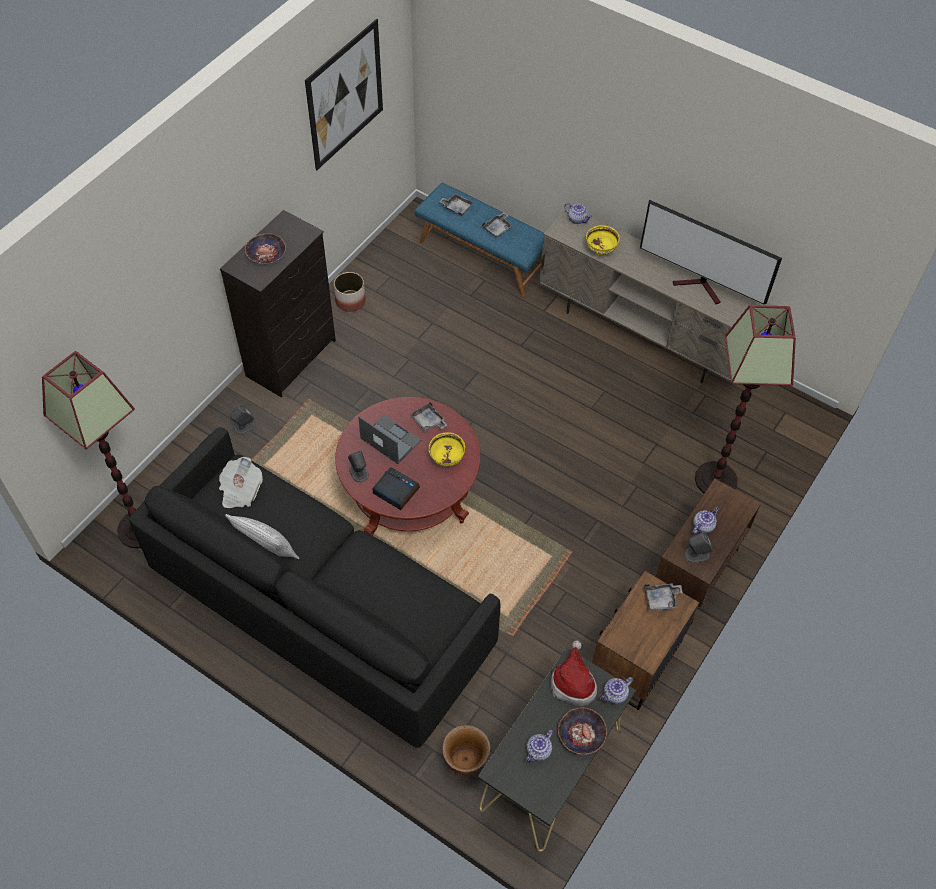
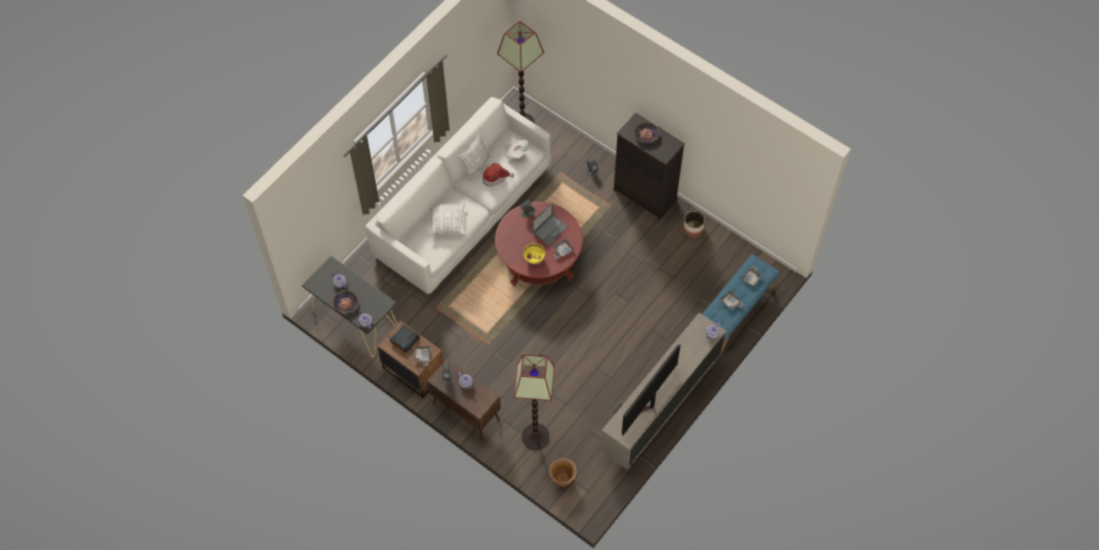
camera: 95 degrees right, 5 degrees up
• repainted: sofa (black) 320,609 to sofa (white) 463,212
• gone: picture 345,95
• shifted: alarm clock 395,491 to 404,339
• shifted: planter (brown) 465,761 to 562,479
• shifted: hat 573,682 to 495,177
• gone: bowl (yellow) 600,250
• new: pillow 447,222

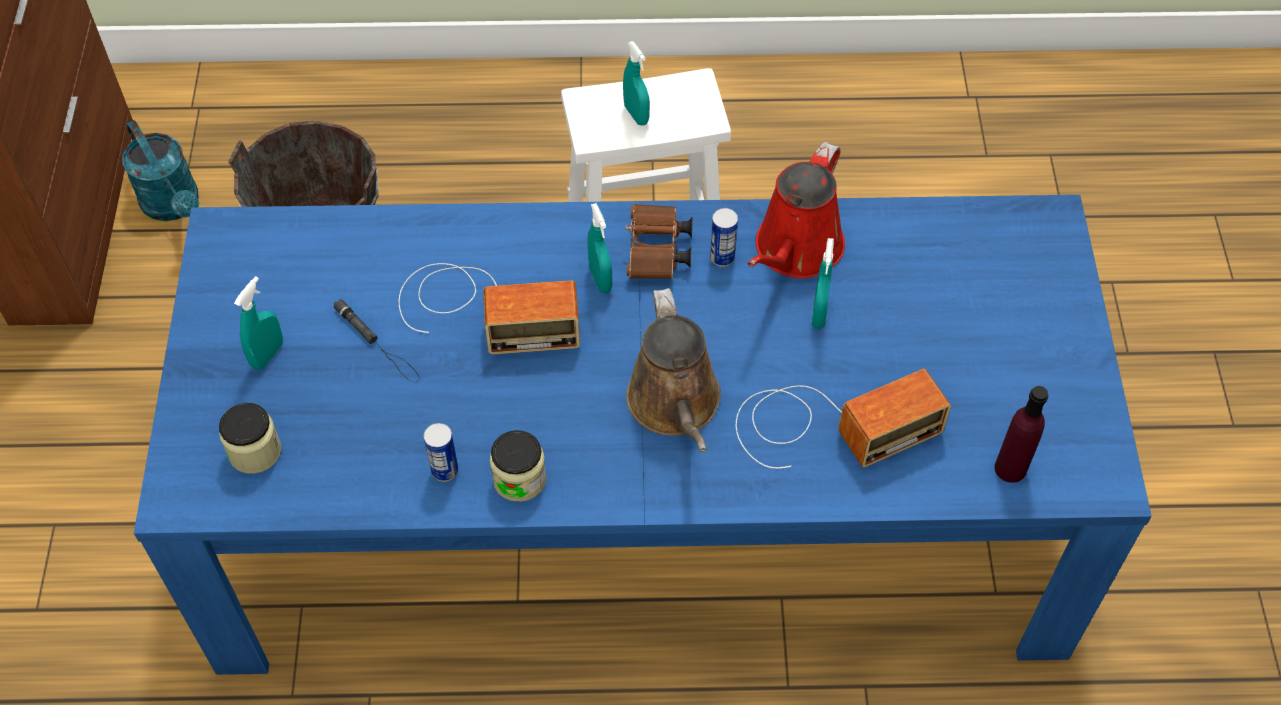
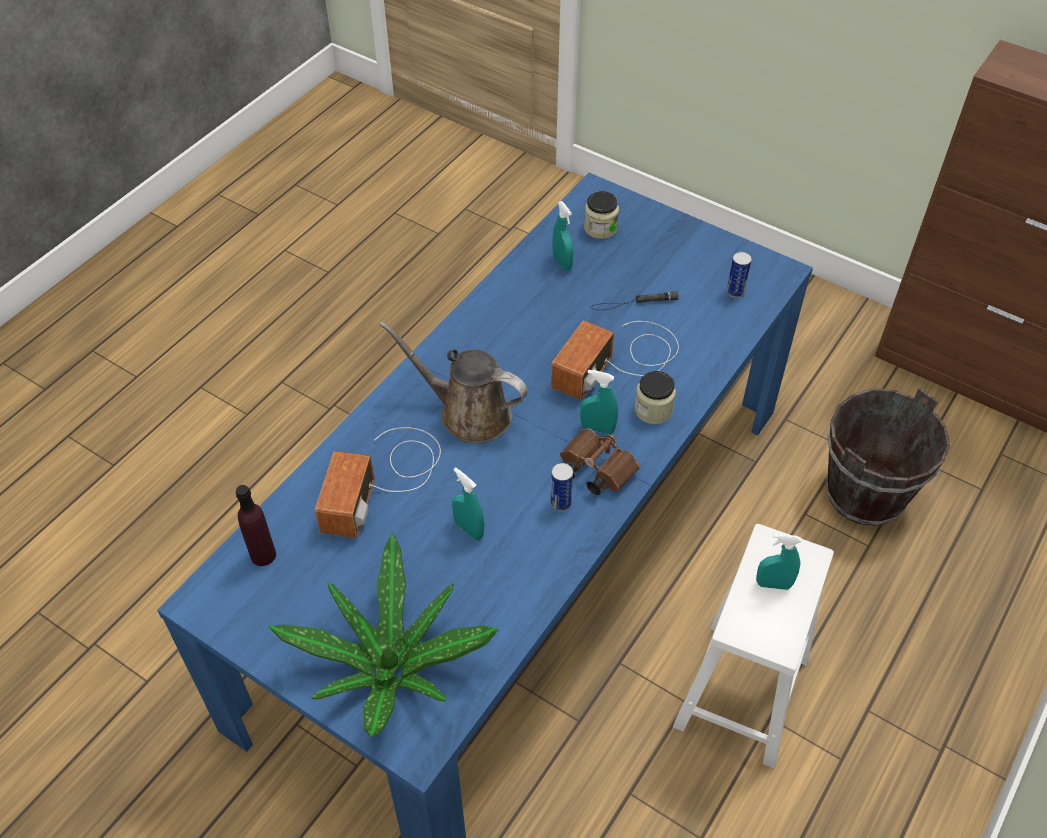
camera: 125 degrees right, 5 degrees down
• gone: watering can (turquoise) 175,206
• shifted: spray bottle (turquoise) 267,355 to 562,262
• shifted: can 445,471 to 735,292
• shifted: jar 519,479 to 653,410
• gone: watering can (red) 795,251
• new: potted plant 390,666

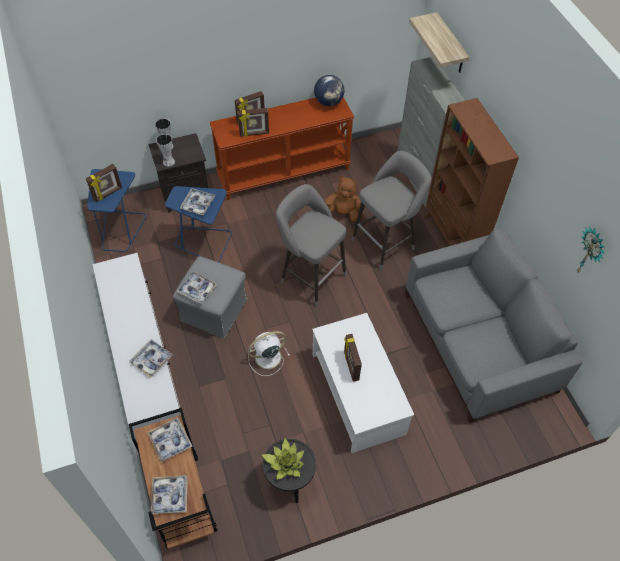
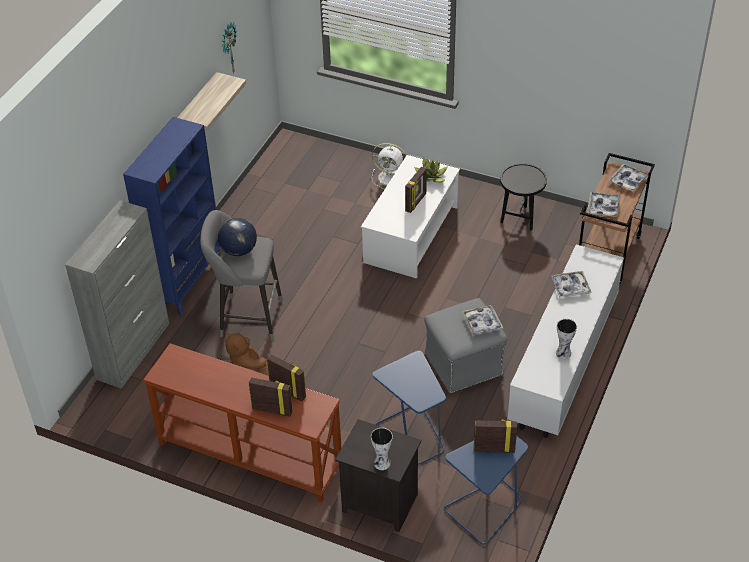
camera: 135 degrees left, 10 degrees down
• shifted: vase 168,162 to 564,353
• gone: tray 198,204
• shifted: fan (white) 266,357 to 391,178
• shifted: potted plant 285,463 to 431,177
• gone: stool (grey) 310,277
• shifted: globe 328,102 to 239,250
• gone: sofa (grey) 477,342
• shifted: shelf 450,45 to 198,106
• repainted: bookcase (brown) 451,239 to bookcase (blue) 188,283

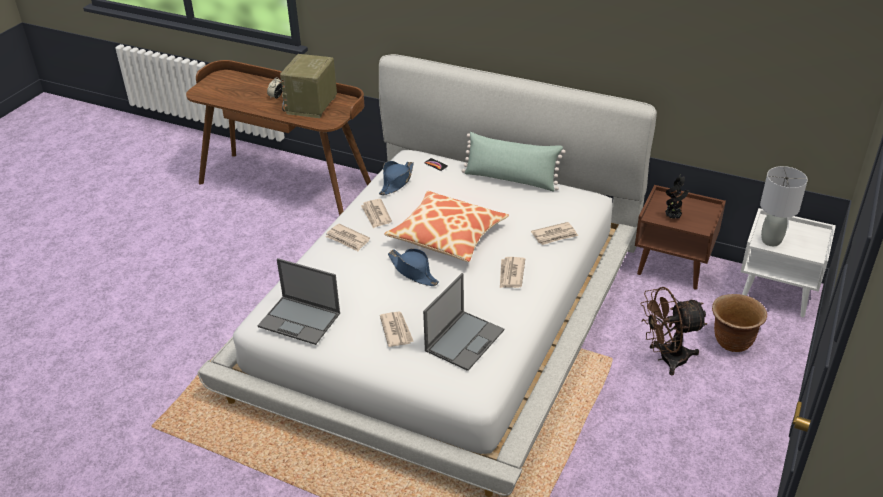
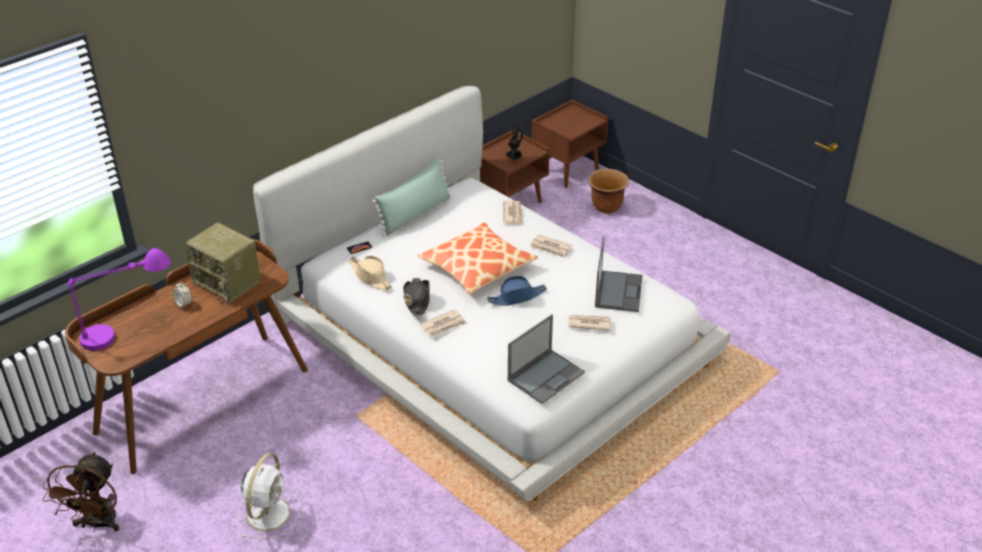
camera: 70 degrees left, 0 degrees up
• swapped: newspaper 376,215 to hat (black) 417,300
• repainted: hat (blue) 396,182 to hat (beige) 370,277
• rotated: laptop 465,339 = 618,291 45 degrees clockwise
• shifted: fan (brown) 666,359 to 97,524
• repainted: nightstand (white) 776,293 to nightstand (brown) 567,170
• gone: table lamp (grey) 770,240
• new: table lamp (purple) 128,331
• new: fan (white) 269,512

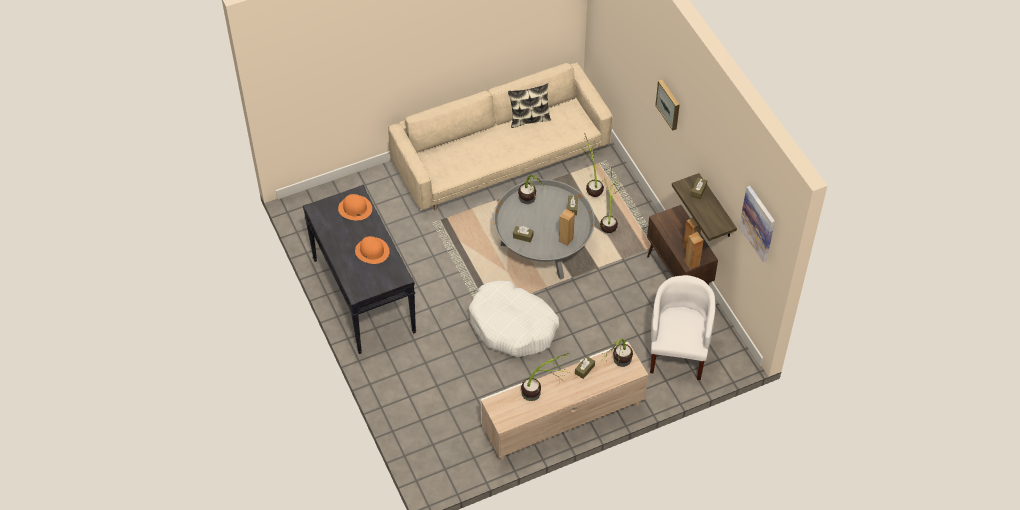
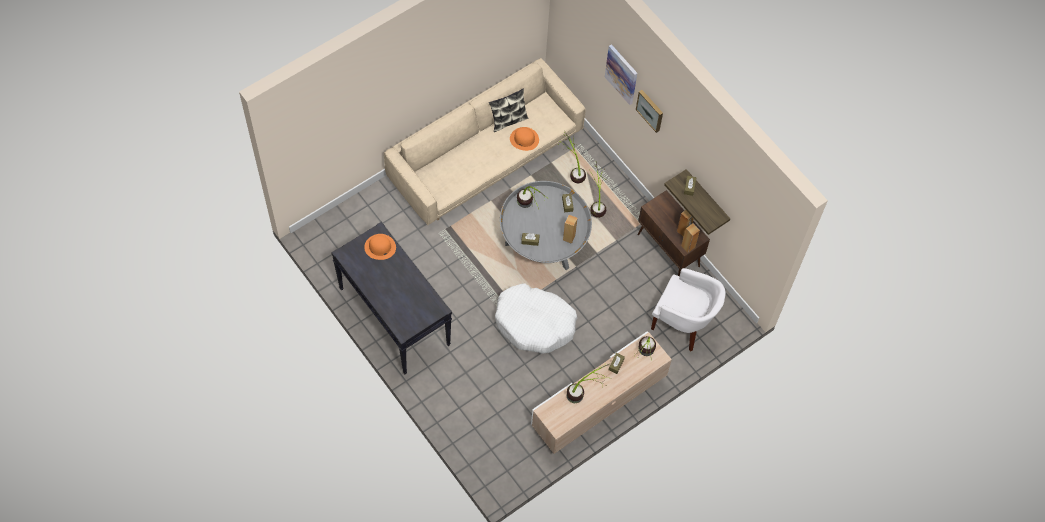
camera: 15 degrees left, 10 degrees up
• shifted: hat (orange) 372,251 to 524,139
• rotated: armchair (white) 678,352 = 683,322 120 degrees clockwise
• shifted: picture 758,223 to 622,74

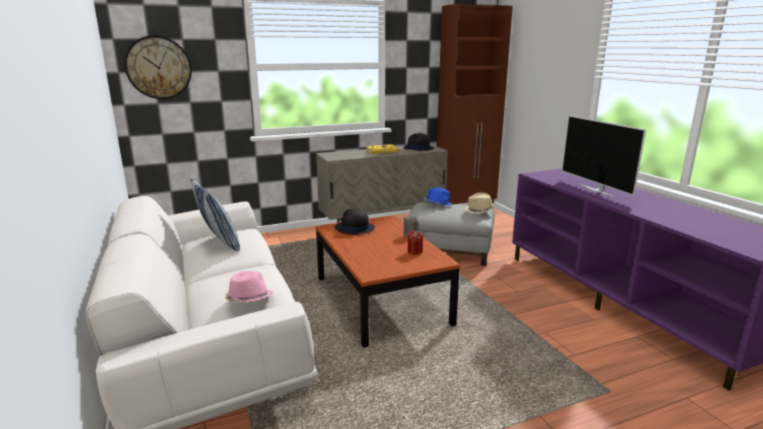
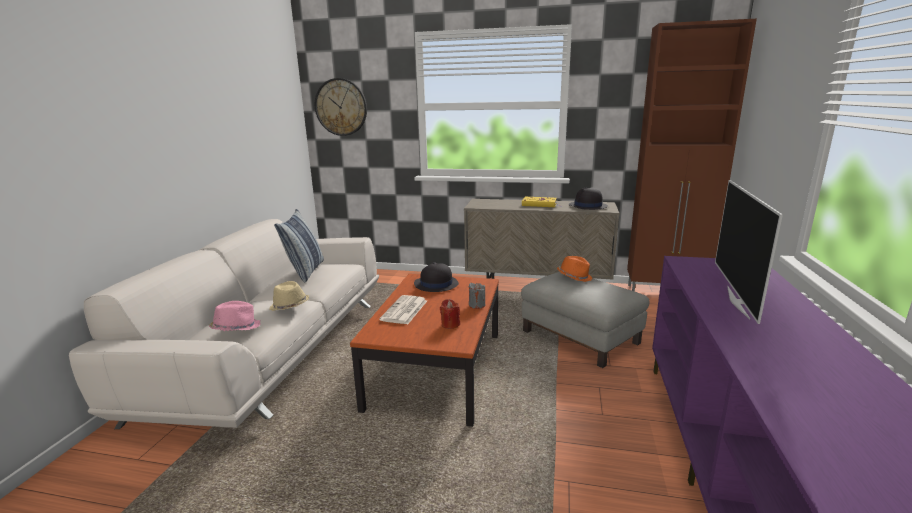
camera: 35 degrees right, 0 degrees up
• repainted: hat (blue) 437,204 to hat (orange) 574,277
• shifted: hat (beige) 479,211 to 289,307
• new: newspaper 404,311

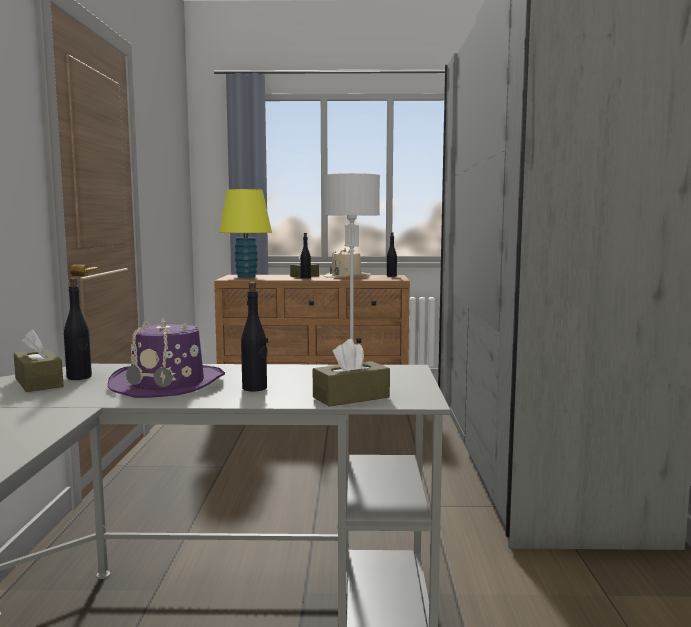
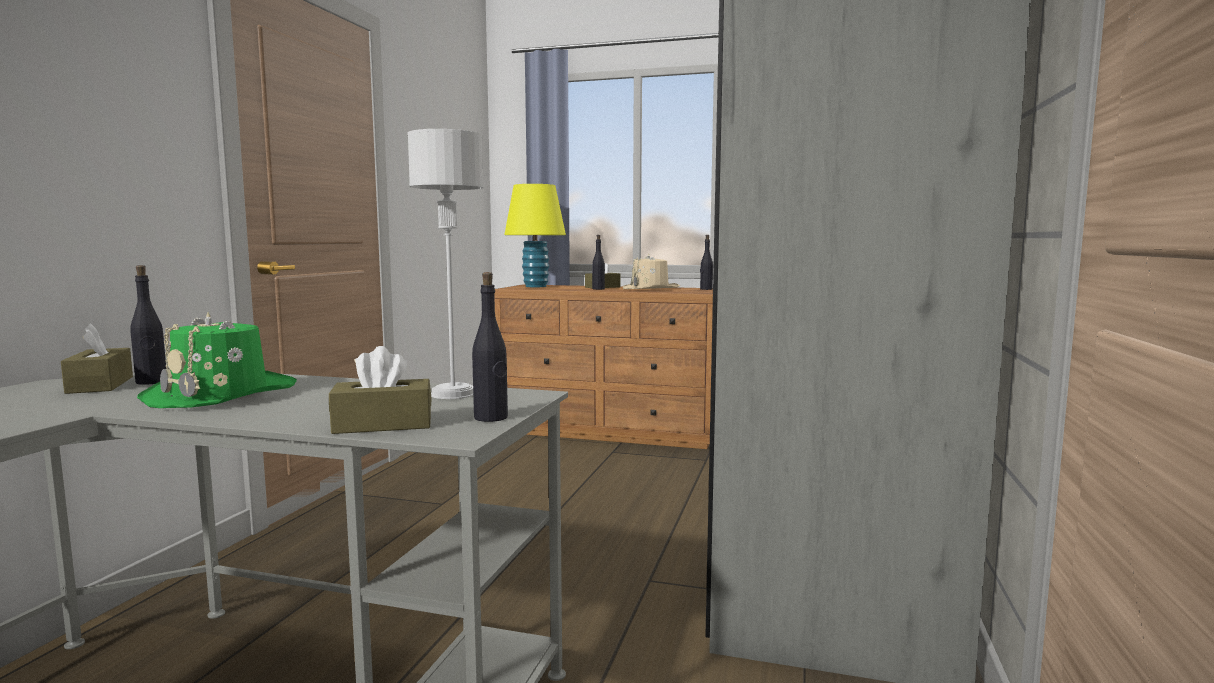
camera: 15 degrees right, 0 degrees up
• repainted: hat (purple) 169,383 to hat (green) 222,394
• shifted: bottle (black) 255,388 to 491,418

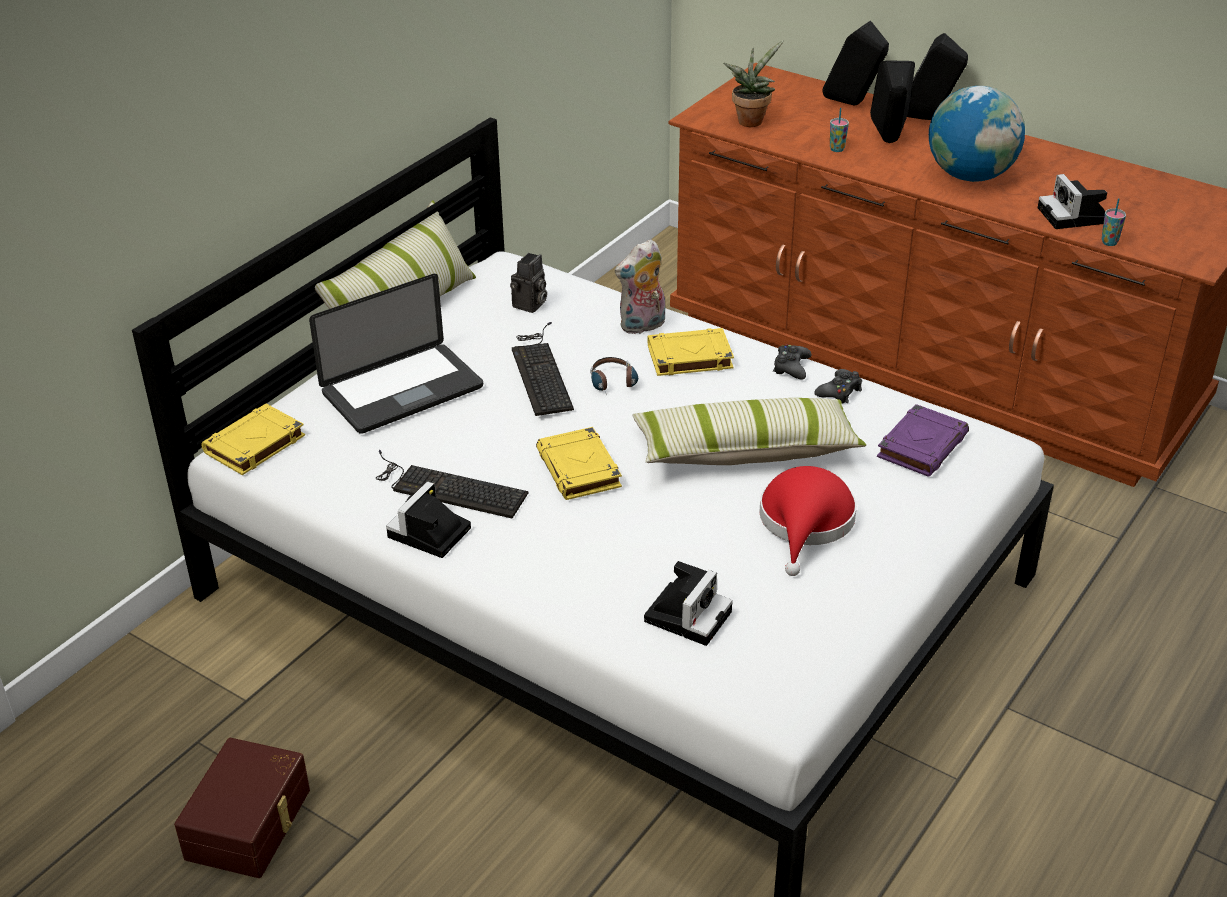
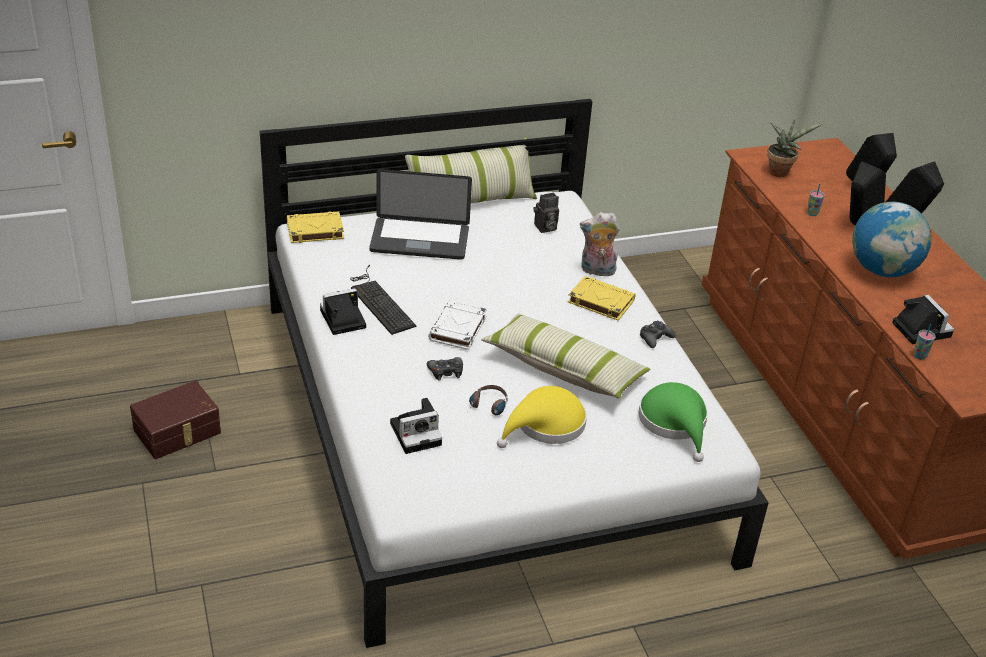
camera: 35 degrees right, 0 degrees up
• gone: keyboard 541,370
• repainted: book (yellow) 579,470 to book (white) 458,329
• shifted: headphones 614,385 to 487,408
• repainted: hat (red) 806,523 to hat (yellow) 546,425
• shifted: game controller (black) 839,392 to 446,372
• swapped: book (purple) 922,445 to hat (green) 675,423
• rotated: photo camera 1074,216 = 919,328 135 degrees clockwise

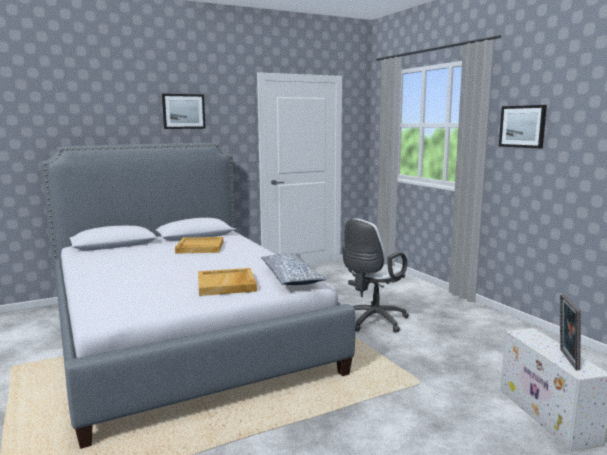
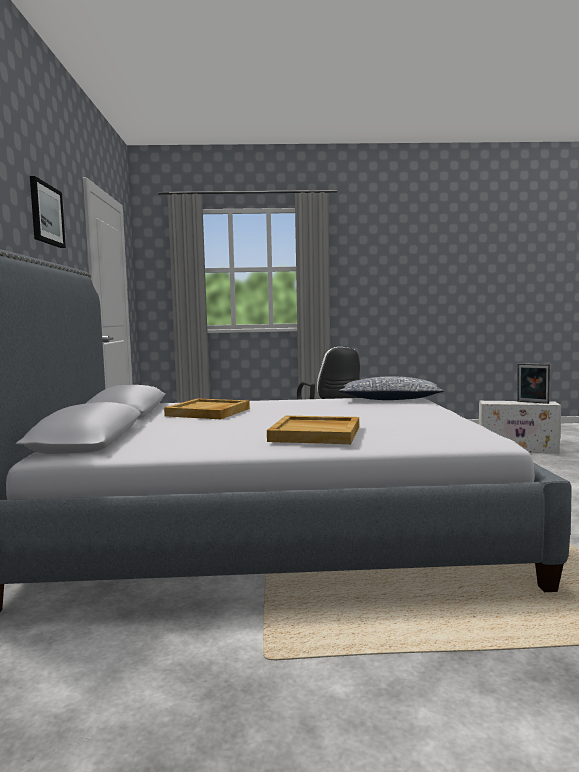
camera: 65 degrees left, 5 degrees down
• shifted: tray (beige) 227,284 to 316,434
• gone: picture 522,126

